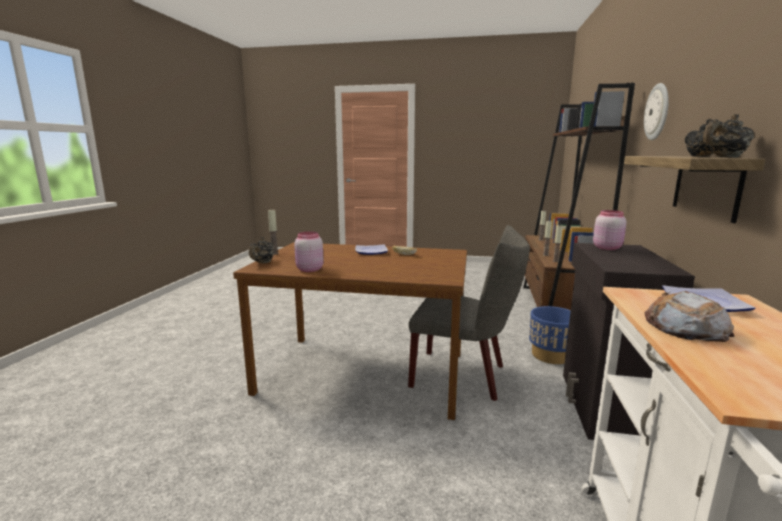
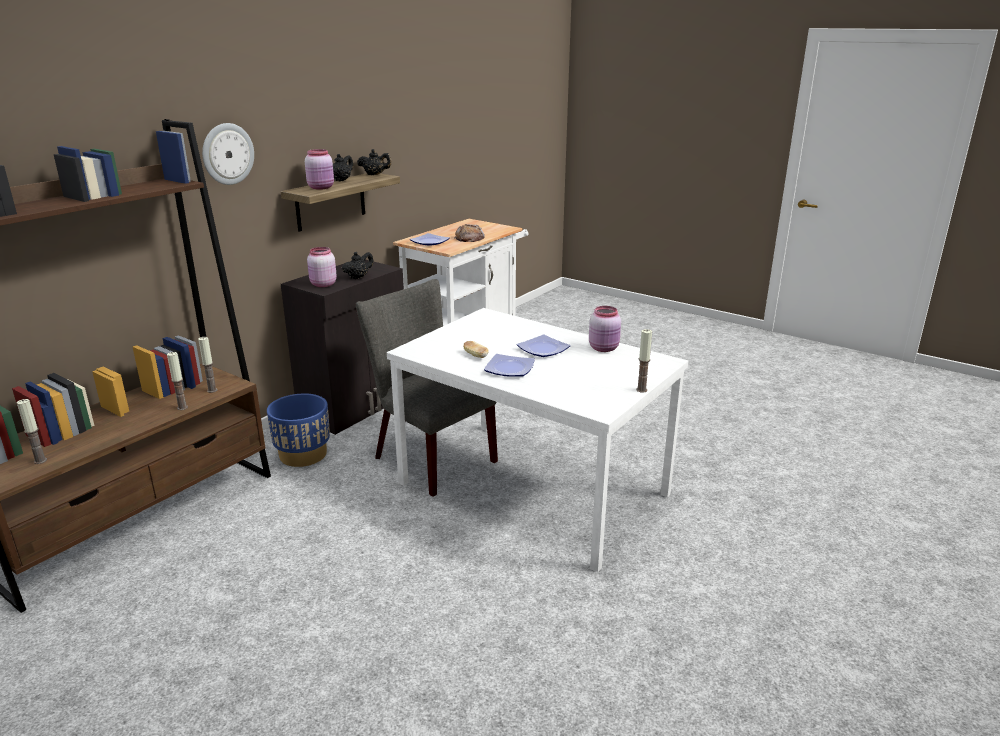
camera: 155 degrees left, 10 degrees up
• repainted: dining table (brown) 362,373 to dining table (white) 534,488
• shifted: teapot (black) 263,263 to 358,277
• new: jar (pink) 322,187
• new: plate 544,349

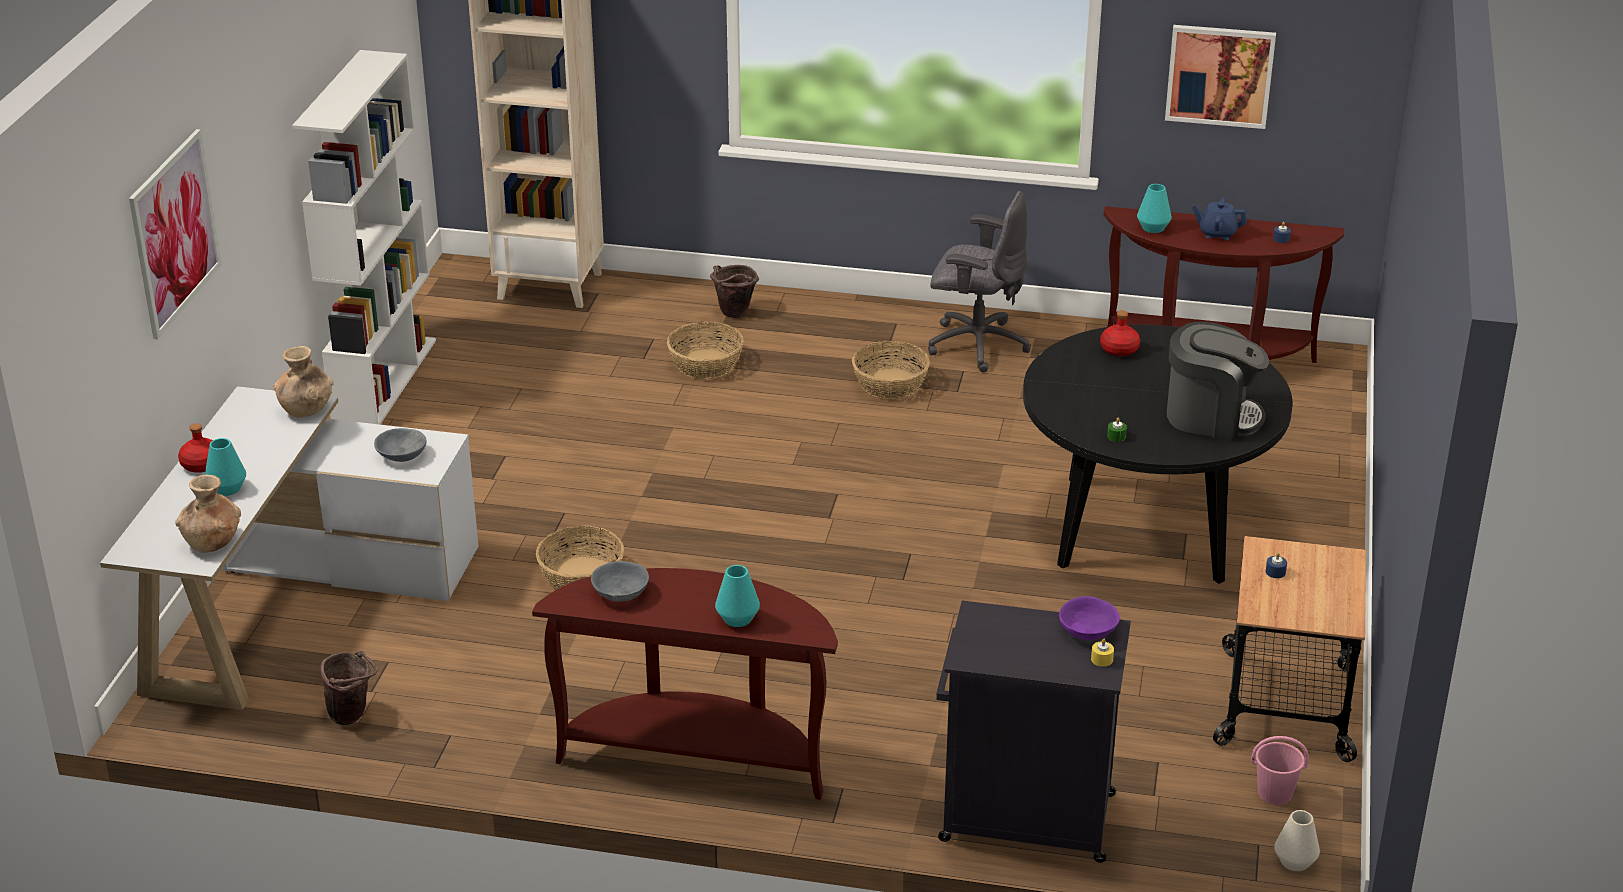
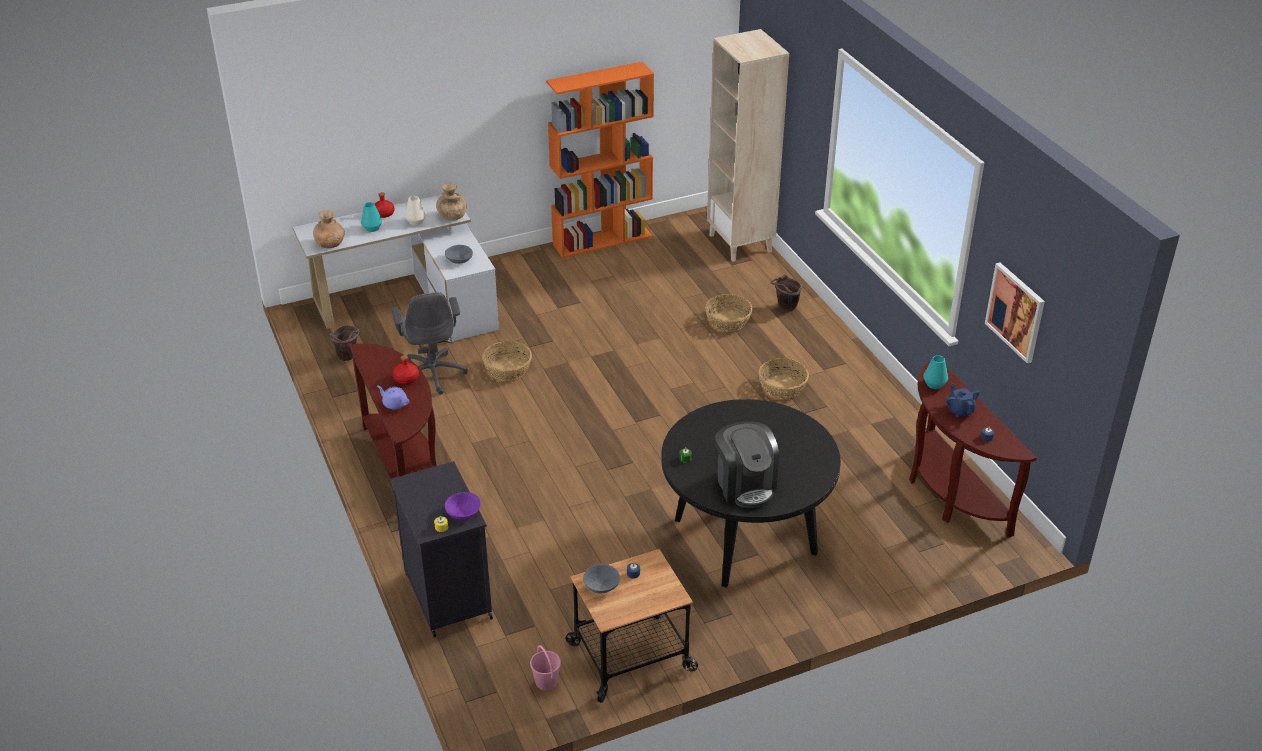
camera: 55 degrees right, 5 degrees up
• gone: picture 175,233
• repainted: bookcase (white) 384,380 to bookcase (orange) 602,240
• shifted: bowl (grey) 621,592 to 602,585
• swapped: vase (turquoise) 738,618 to teapot (purple) 394,403
• shifted: office chair (grey) 976,344 to 432,373
• shifted: bottle (red) 1119,350 to 406,379
• shifted: vase (white) 1295,861 to 416,222

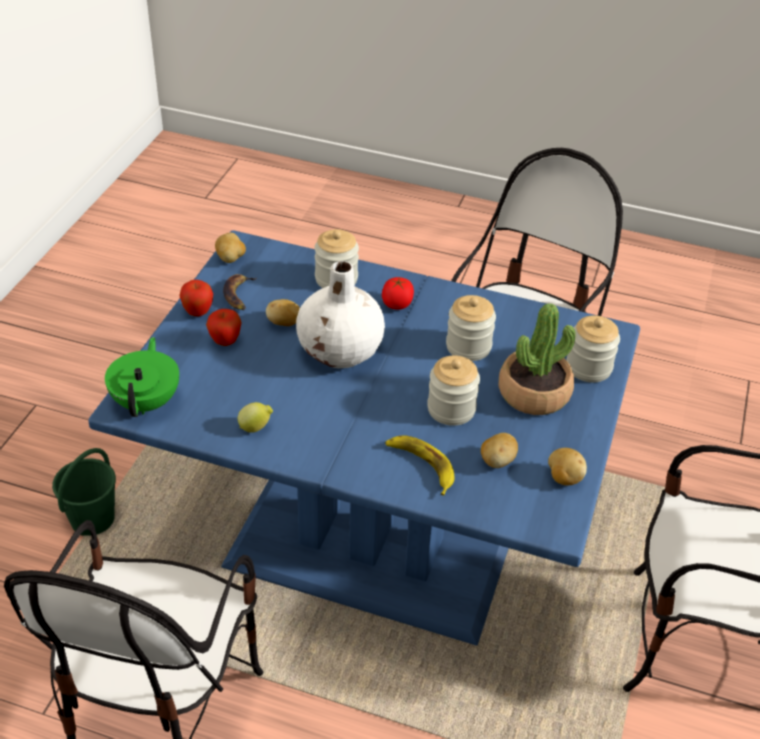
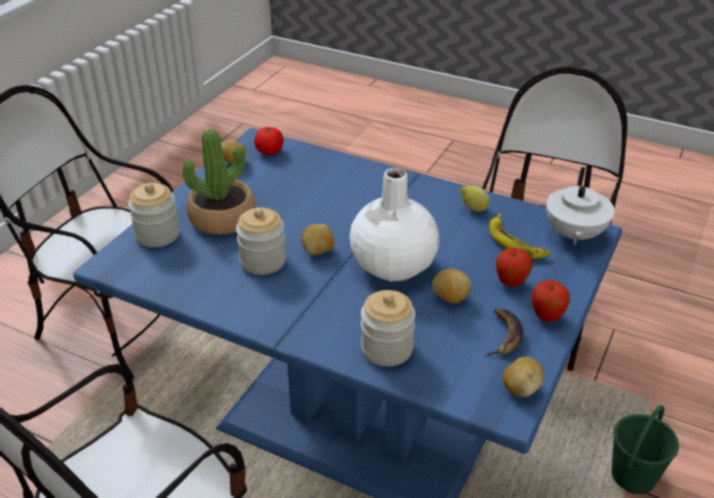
camera: 170 degrees left, 5 degrees down
• repainted: teapot (green) 147,401 to teapot (white) 573,235
• shifted: tomato 397,304 to 269,151
• shifted: banana 421,465 to 515,242
• gone: jar 451,409
• shifted: potato 497,461 to 318,251

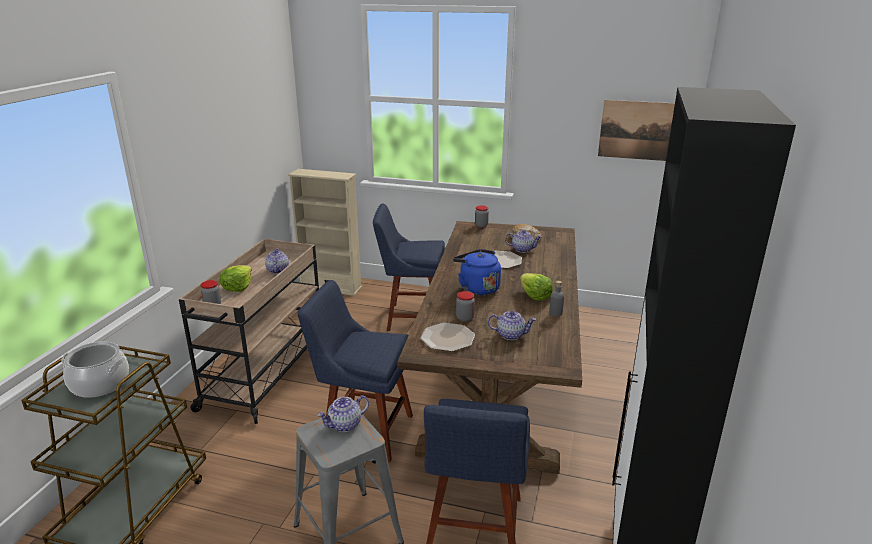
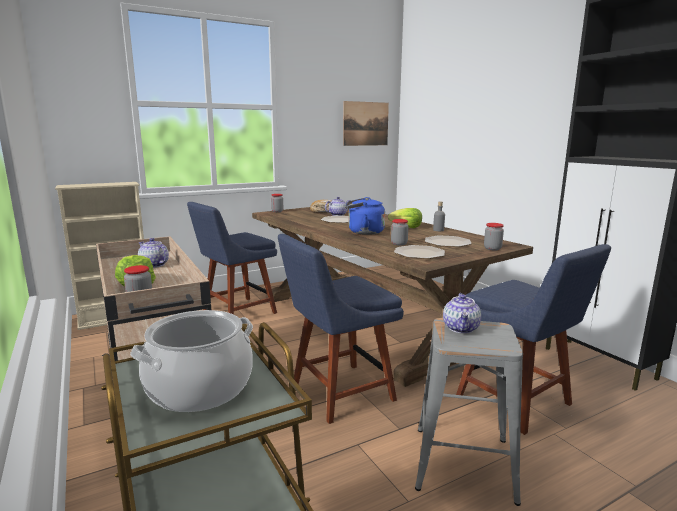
camera: 45 degrees left, 10 degrees down
• swapped: teapot 511,335 to plate 447,242
• new: jar 492,248

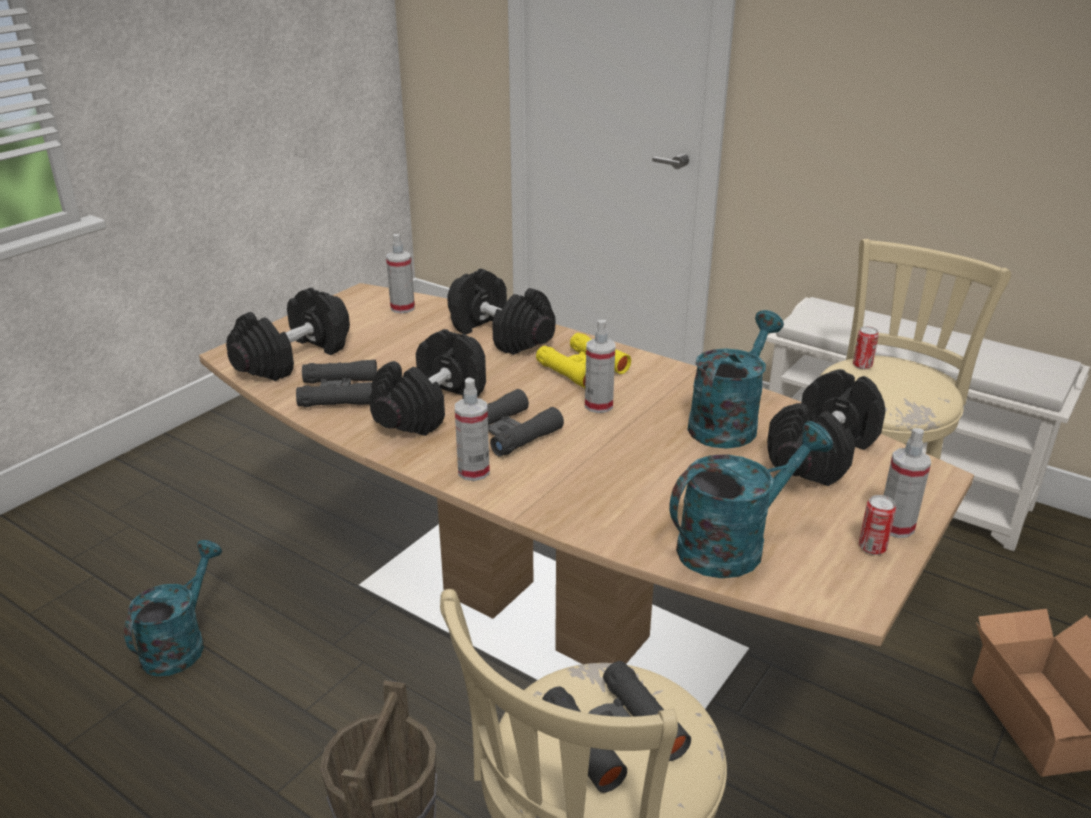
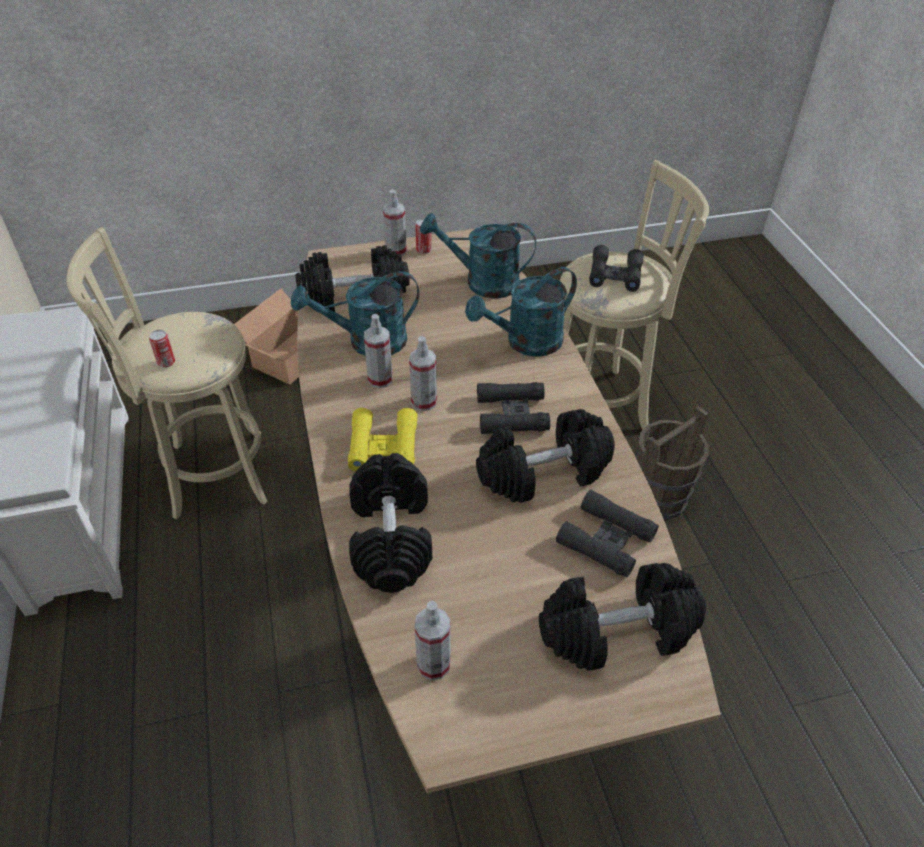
camera: 140 degrees left, 15 degrees up
• shifted: watering can (turquoise) 180,643 to 525,343
• shifted: spray bottle 473,471 to 380,379

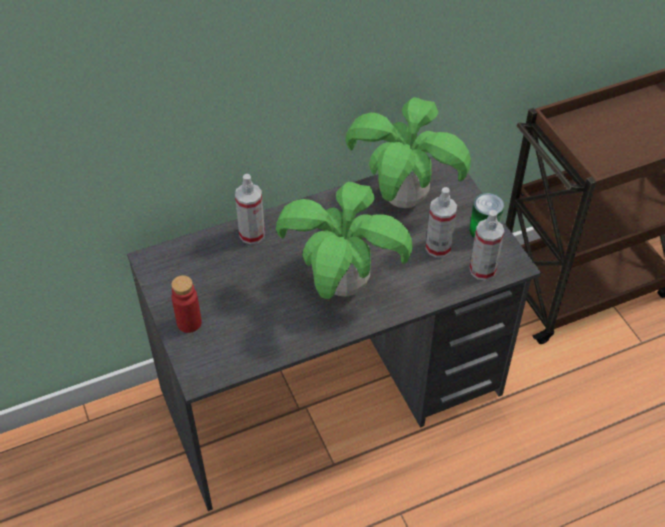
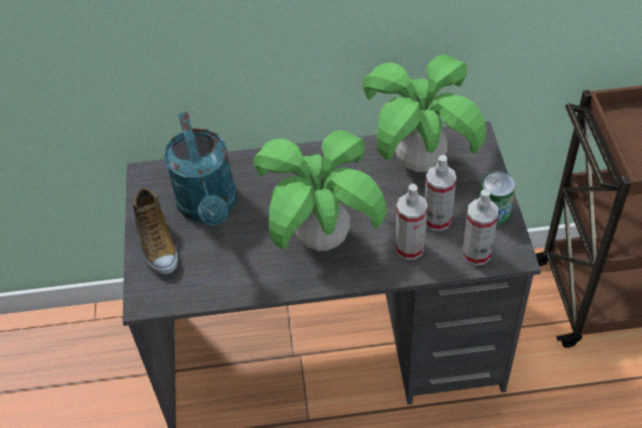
camera: 20 degrees right, 0 degrees up
• swapped: bottle (red) 189,323 to shoe 156,244
• shifted: spray bottle 252,234 to 409,248
• new: watering can (turquoise) 209,207

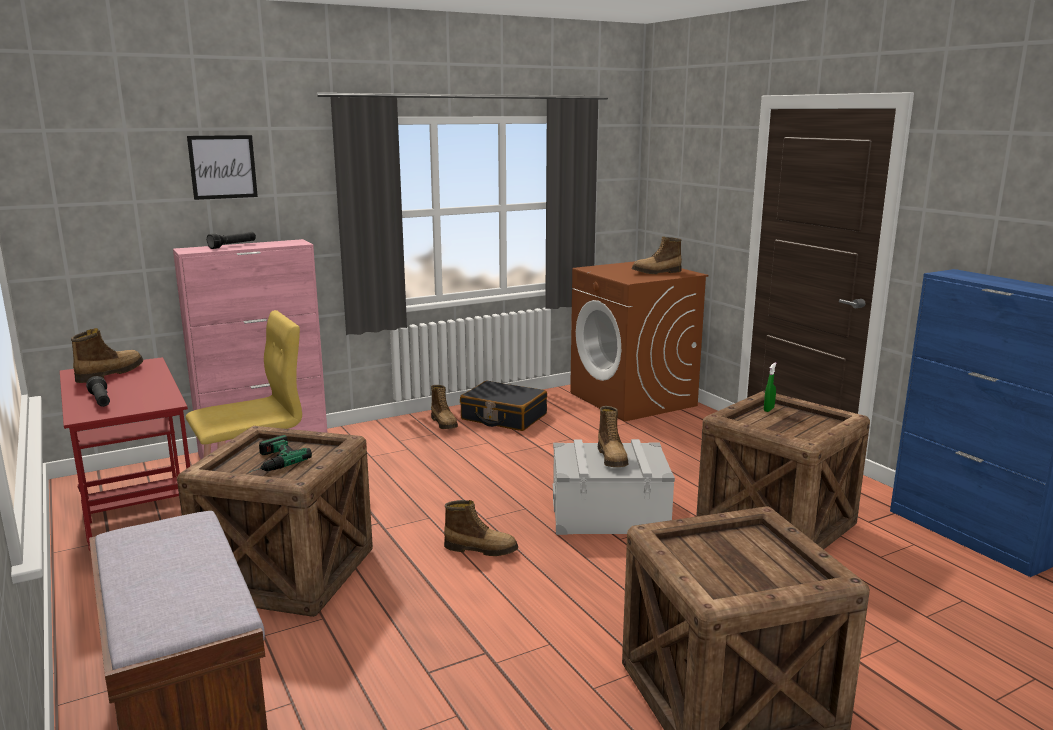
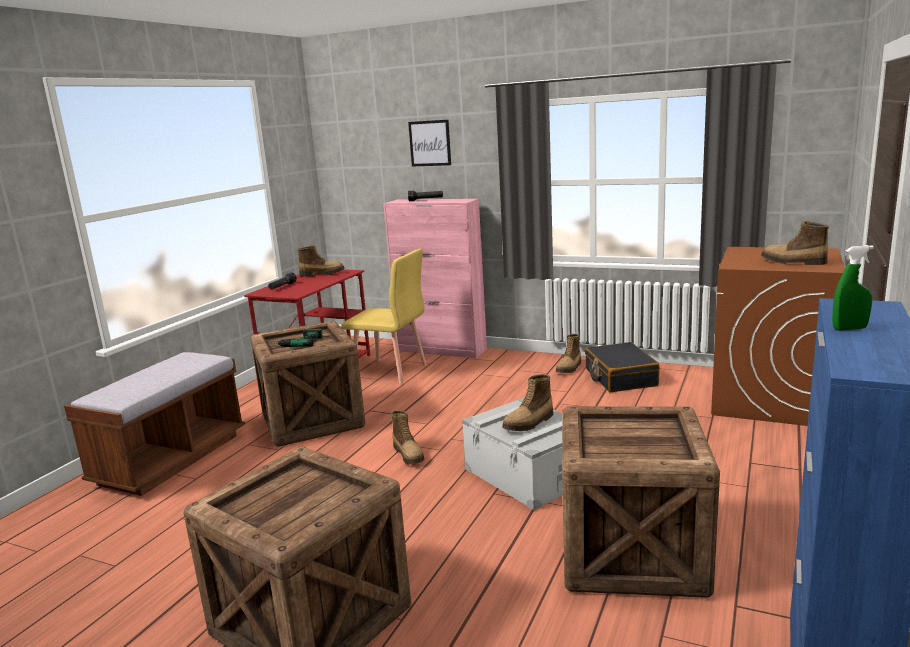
camera: 55 degrees right, 0 degrees up
• shifted: spray bottle (green) 768,409 to 849,329

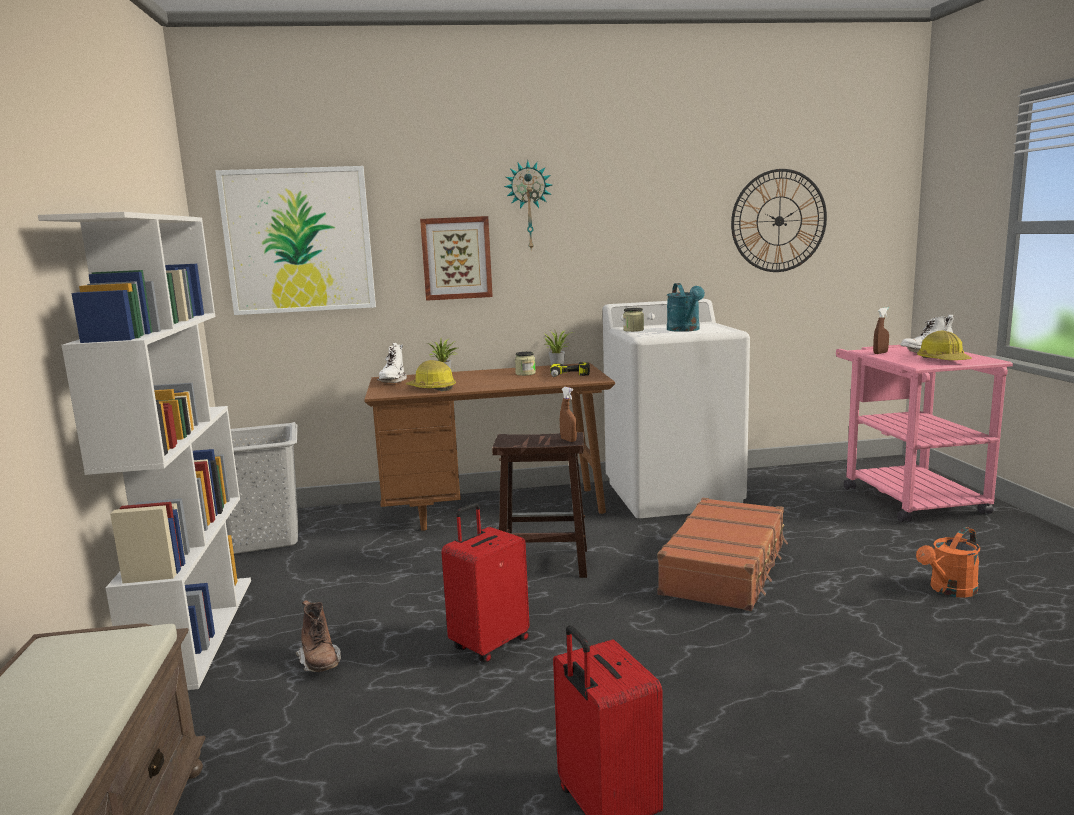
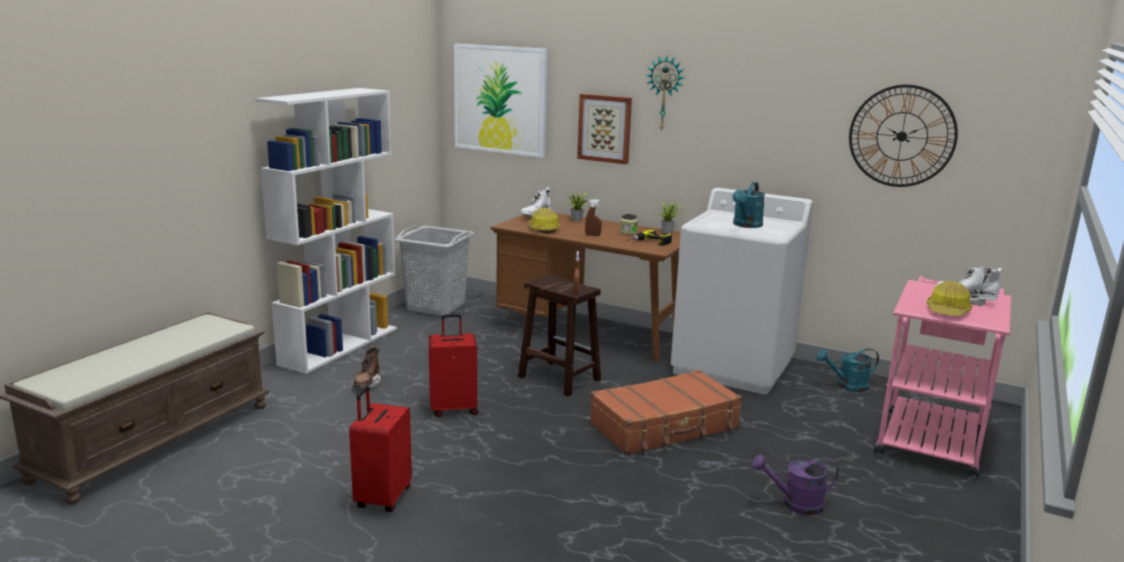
camera: 35 degrees right, 5 degrees up
• gone: jar 633,330
• shifted: spray bottle (brown) 880,353 to 592,235
• repainted: watering can (orange) 949,590 to watering can (purple) 795,504
• new: watering can (turquoise) 847,386

